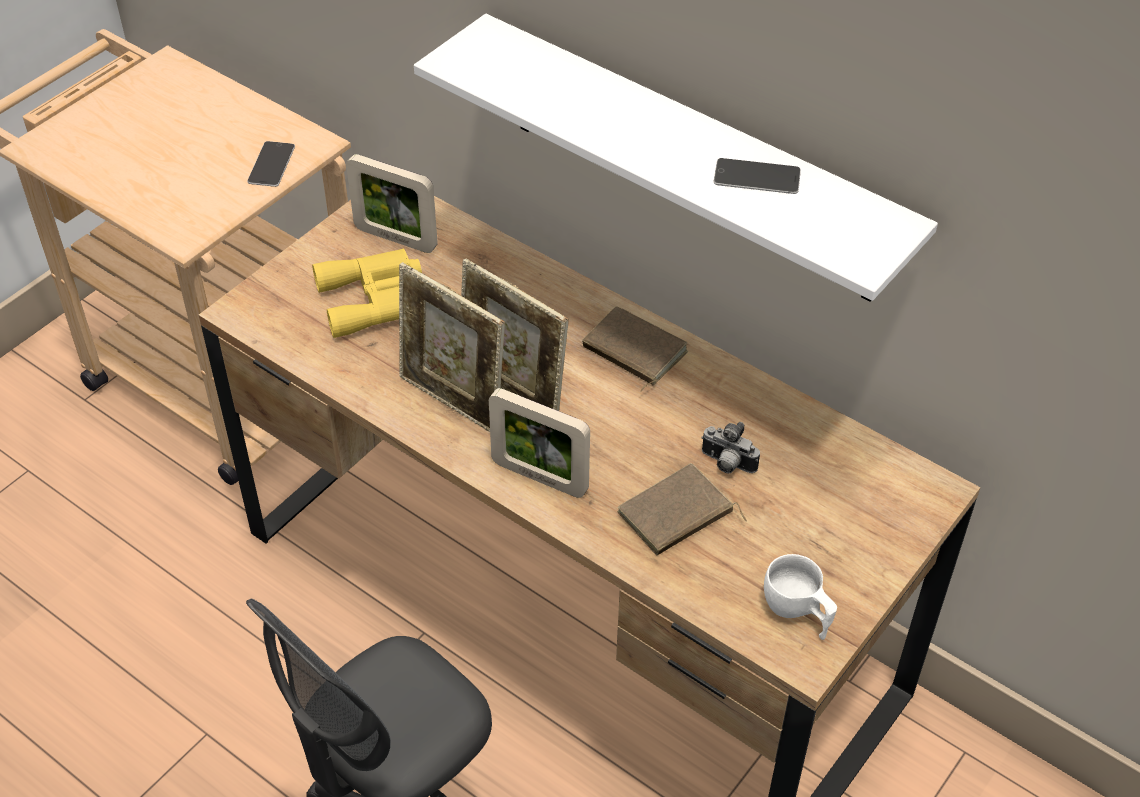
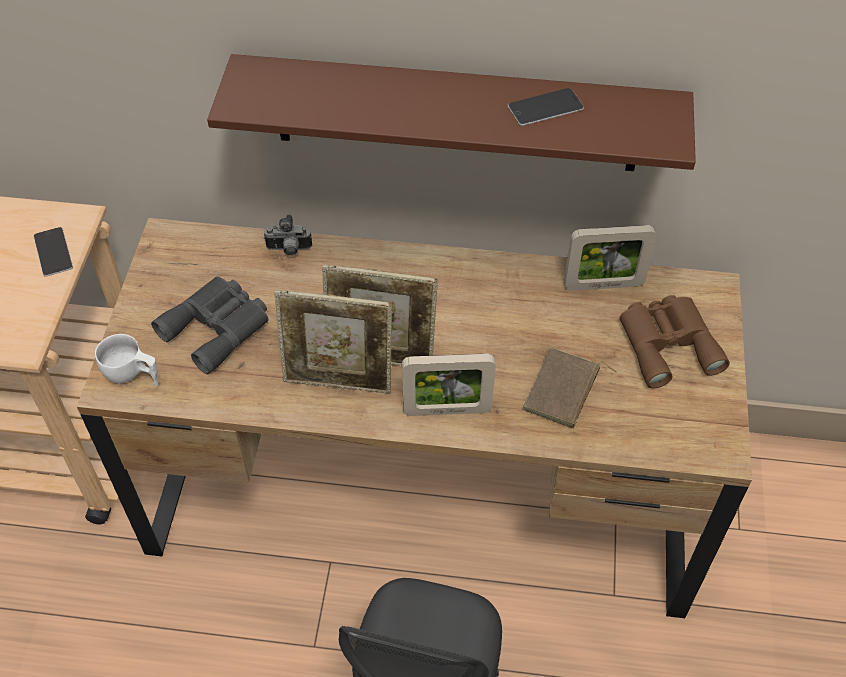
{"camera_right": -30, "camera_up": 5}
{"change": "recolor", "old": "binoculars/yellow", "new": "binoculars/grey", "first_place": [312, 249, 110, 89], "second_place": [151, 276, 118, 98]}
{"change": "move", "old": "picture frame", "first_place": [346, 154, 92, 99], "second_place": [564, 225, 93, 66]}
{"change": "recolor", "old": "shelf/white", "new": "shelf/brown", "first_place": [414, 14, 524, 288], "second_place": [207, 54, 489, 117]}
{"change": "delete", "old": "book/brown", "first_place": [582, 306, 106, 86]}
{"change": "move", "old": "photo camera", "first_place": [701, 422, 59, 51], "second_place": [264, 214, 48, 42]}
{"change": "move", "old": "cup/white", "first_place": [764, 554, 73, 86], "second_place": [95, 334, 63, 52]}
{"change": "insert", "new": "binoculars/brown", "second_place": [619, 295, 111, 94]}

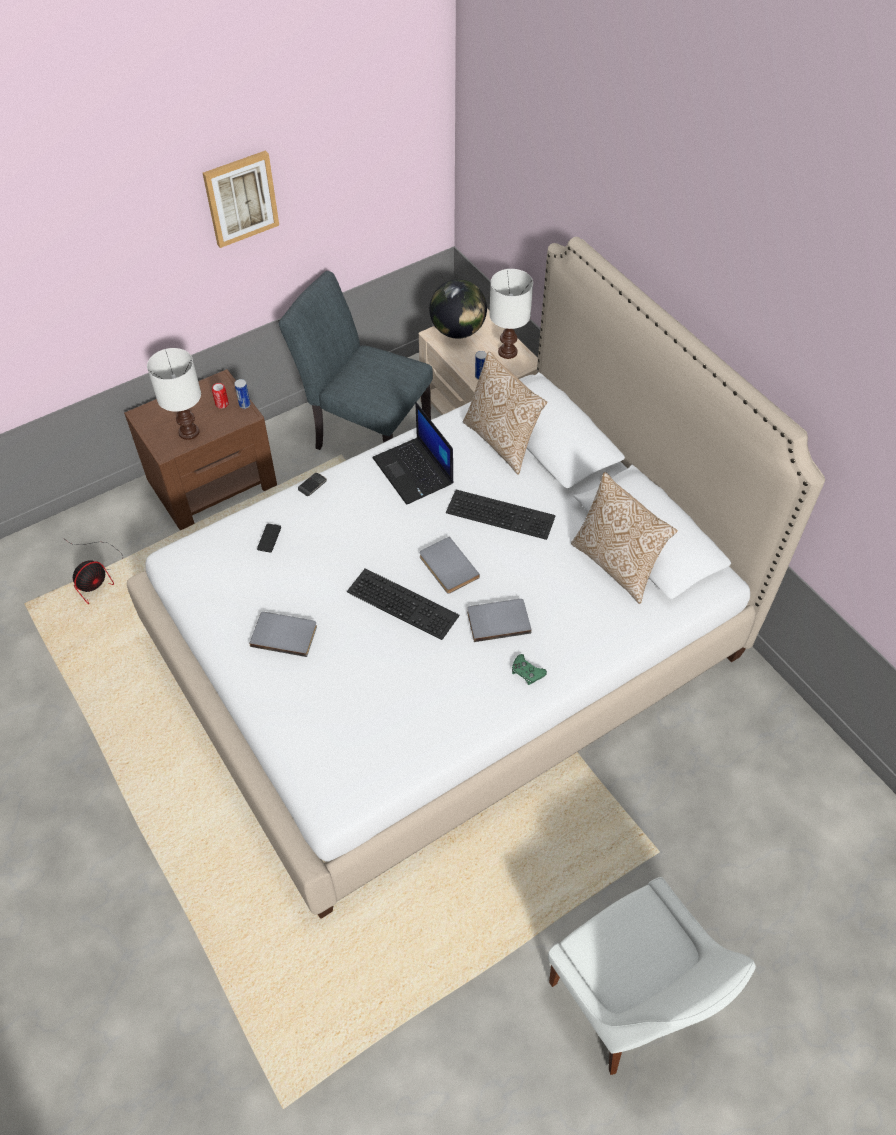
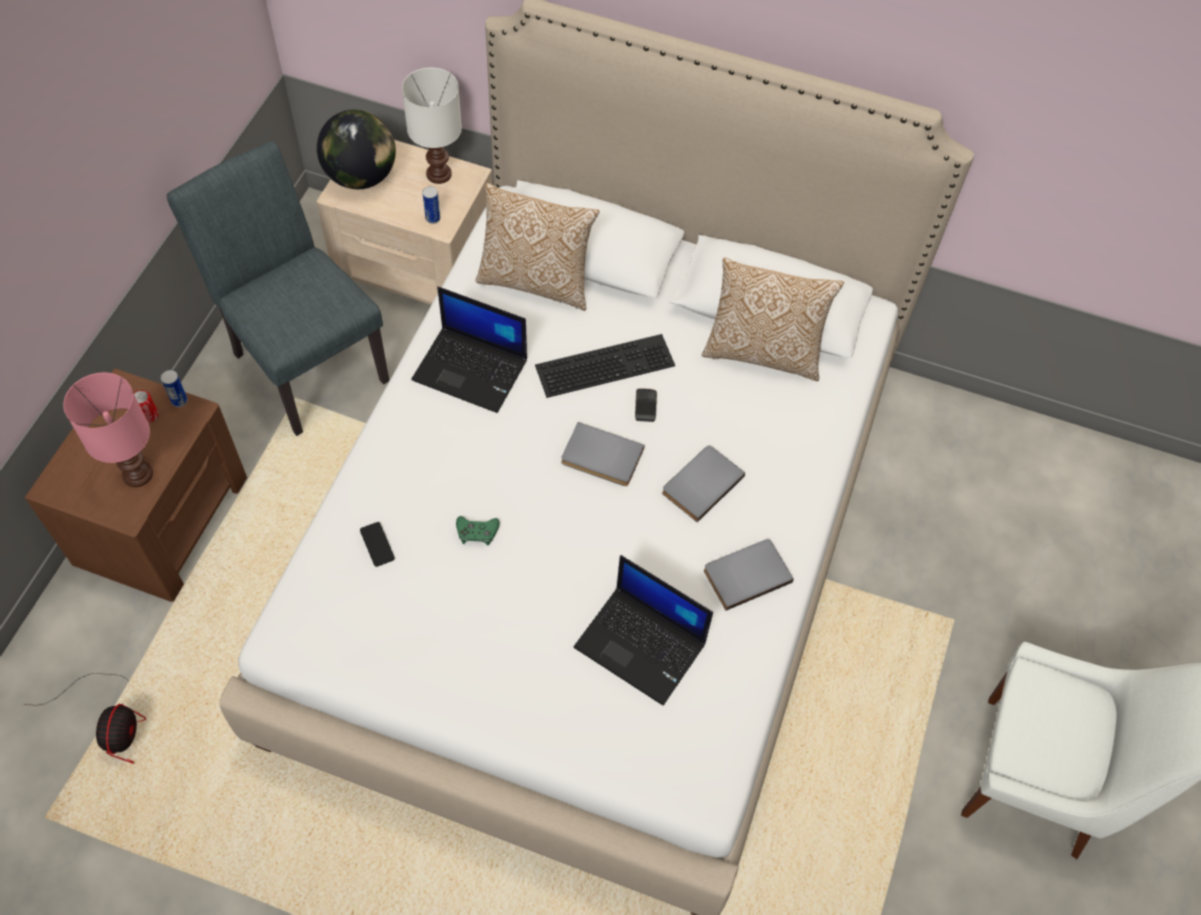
{"camera_right": -40, "camera_up": 5}
{"change": "recolor", "old": "table lamp/white", "new": "table lamp/pink", "first_place": [147, 348, 54, 92], "second_place": [63, 372, 90, 115]}
{"change": "delete", "old": "picture", "first_place": [203, 150, 76, 98]}
{"change": "move", "old": "book/grey", "first_place": [249, 612, 68, 45], "second_place": [704, 539, 90, 72]}
{"change": "rotate", "old": "chair/grey", "first_place": [279, 271, 154, 179], "second_place": [167, 141, 222, 295], "degrees": 60}
{"change": "move", "old": "phone", "first_place": [298, 472, 29, 24], "second_place": [635, 388, 22, 34]}
{"change": "delete", "old": "keyboard", "first_place": [347, 568, 113, 72]}
{"change": "move", "old": "game controller/green", "first_place": [512, 654, 35, 31], "second_place": [456, 516, 44, 30]}
{"change": "insert", "new": "laptop", "second_place": [574, 555, 139, 150]}

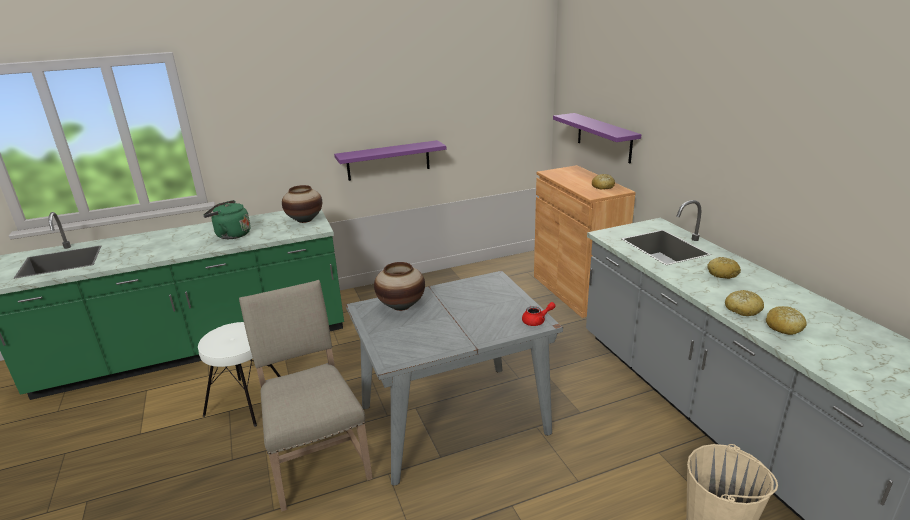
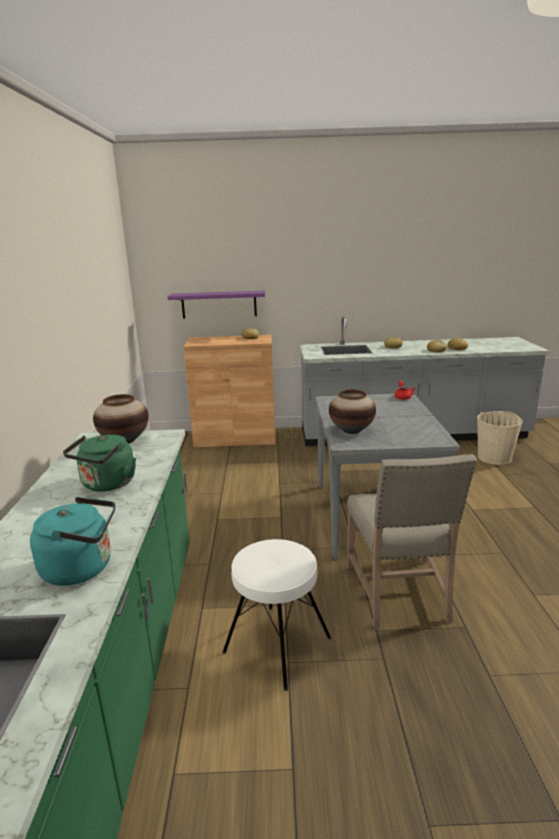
{"camera_right": -70, "camera_up": -5}
{"change": "rotate", "old": "chair/beige", "first_place": [239, 280, 134, 232], "second_place": [347, 454, 130, 175], "degrees": -90}
{"change": "delete", "old": "shelf/purple", "first_place": [334, 140, 112, 41]}
{"change": "insert", "new": "kettle/turquoise", "second_place": [30, 497, 86, 89]}

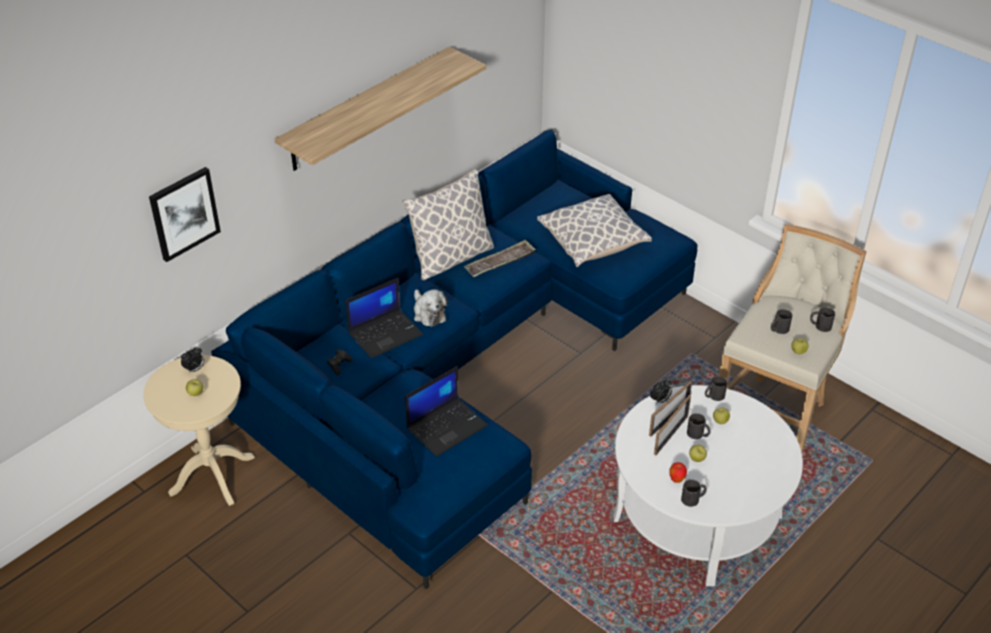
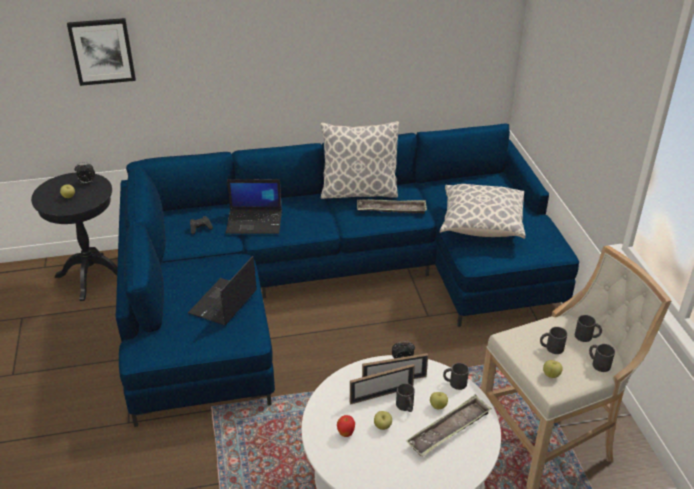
{"camera_right": 35, "camera_up": -5}
{"change": "recolor", "old": "side table/beige", "new": "side table/black", "first_place": [143, 355, 112, 151], "second_place": [31, 173, 87, 128]}
{"change": "delete", "old": "shelf", "first_place": [275, 47, 211, 124]}
{"change": "rotate", "old": "laptop", "first_place": [405, 366, 83, 91], "second_place": [188, 256, 69, 69], "degrees": 120}
{"change": "delete", "old": "plush toy", "first_place": [414, 289, 34, 38]}
{"change": "move", "old": "mug/black", "first_place": [681, 479, 26, 28], "second_place": [575, 315, 27, 27]}
{"change": "insert", "new": "tray", "second_place": [407, 395, 85, 62]}

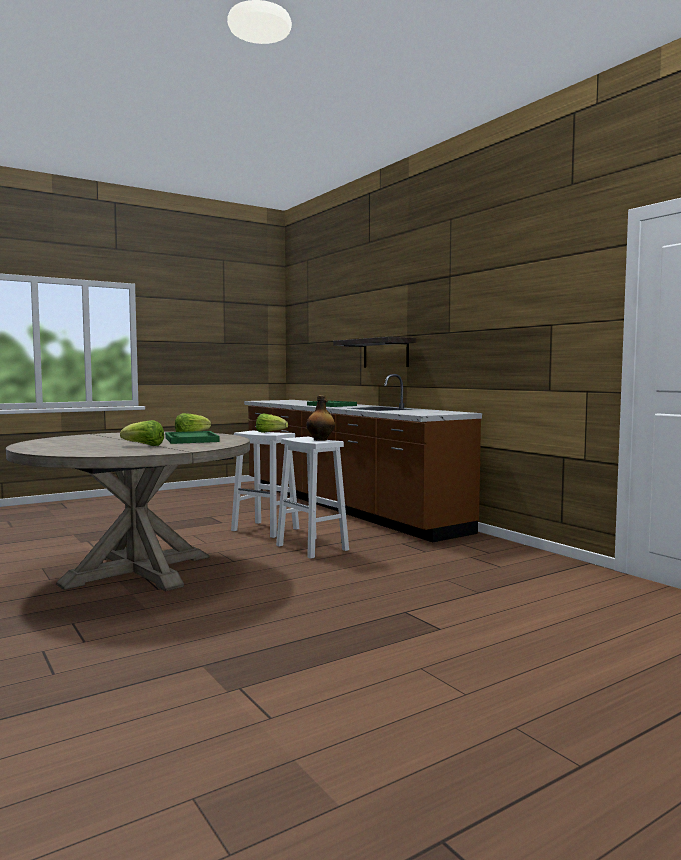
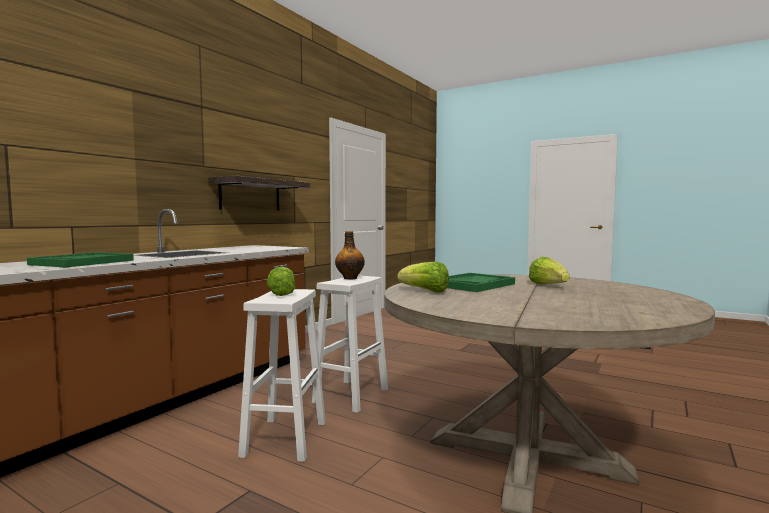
{"camera_right": -115, "camera_up": 0}
{"change": "move", "old": "shelf", "first_place": [333, 337, 83, 30], "second_place": [208, 176, 102, 35]}

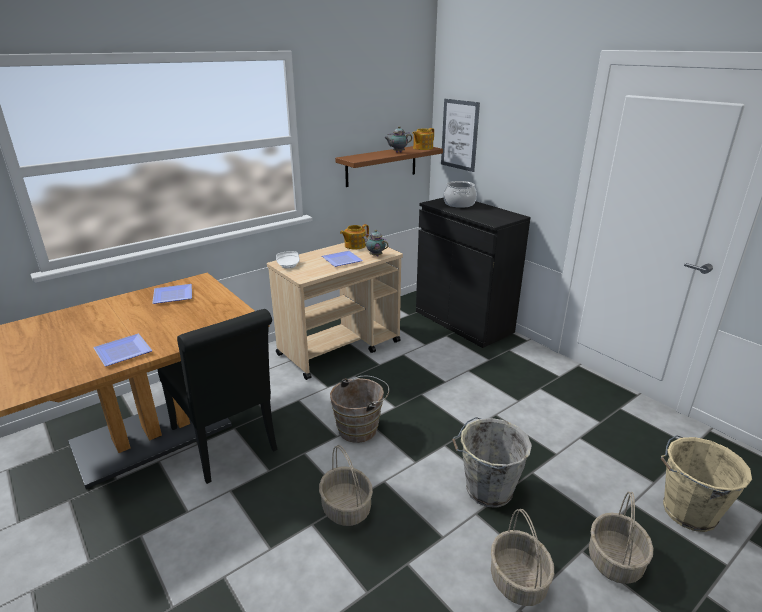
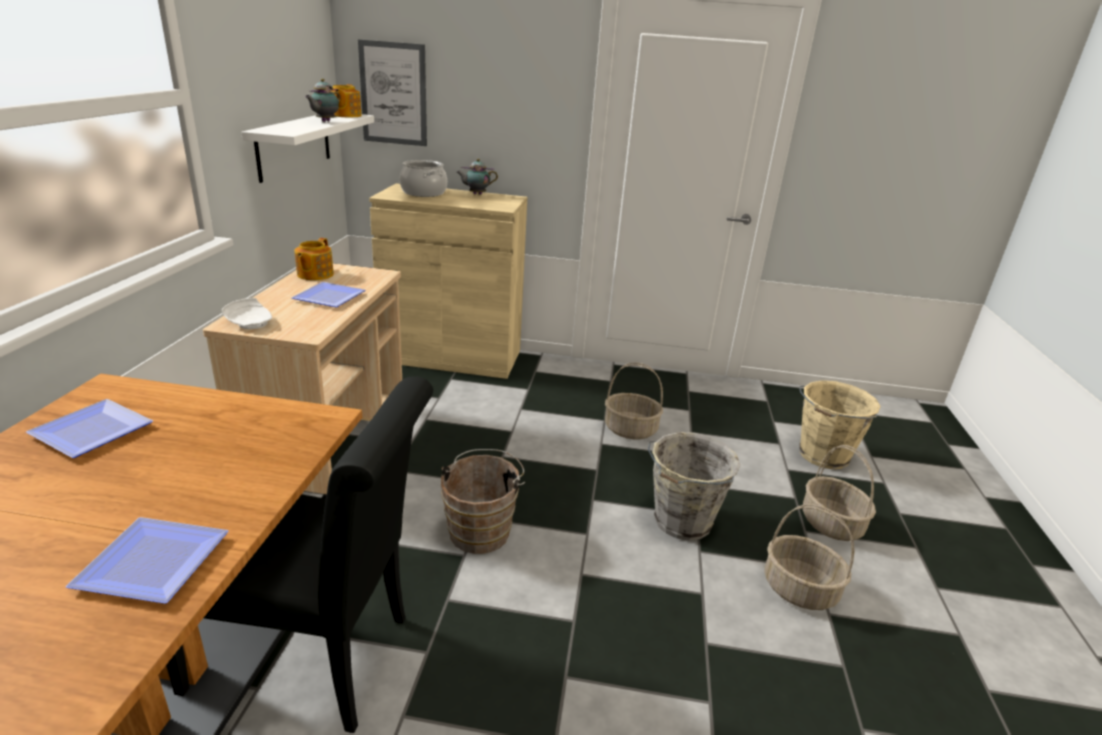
{"camera_right": -45, "camera_up": 0}
{"change": "move", "old": "basket", "first_place": [319, 445, 54, 81], "second_place": [605, 363, 58, 76]}
{"change": "recolor", "old": "shelf/brown", "new": "shelf/white", "first_place": [335, 146, 108, 41], "second_place": [241, 114, 133, 69]}
{"change": "move", "old": "teapot", "first_place": [363, 230, 26, 27], "second_place": [457, 159, 41, 36]}
{"change": "recolor", "old": "cabinet/black", "new": "cabinet/beige", "first_place": [416, 198, 115, 150], "second_place": [369, 184, 158, 195]}

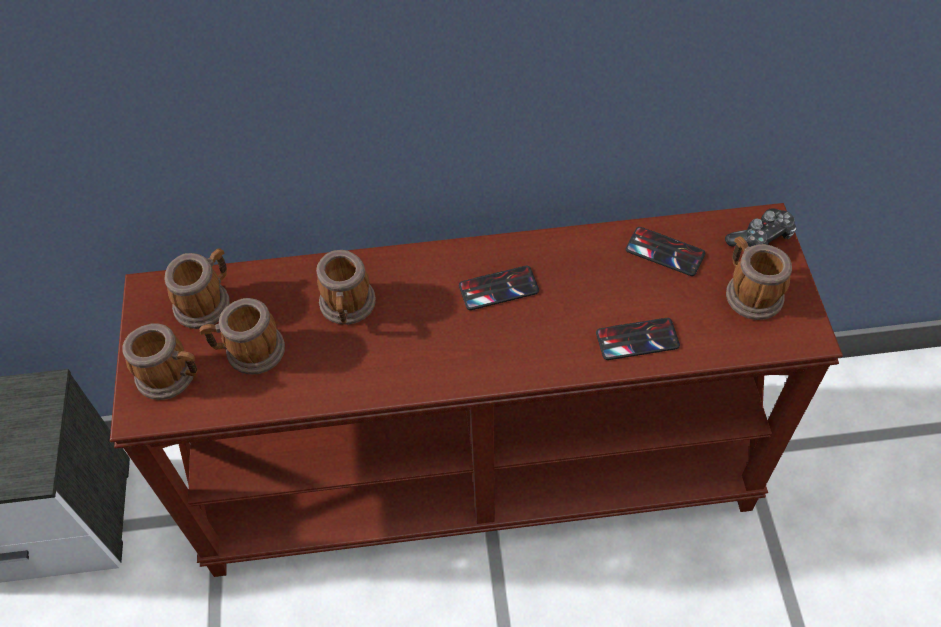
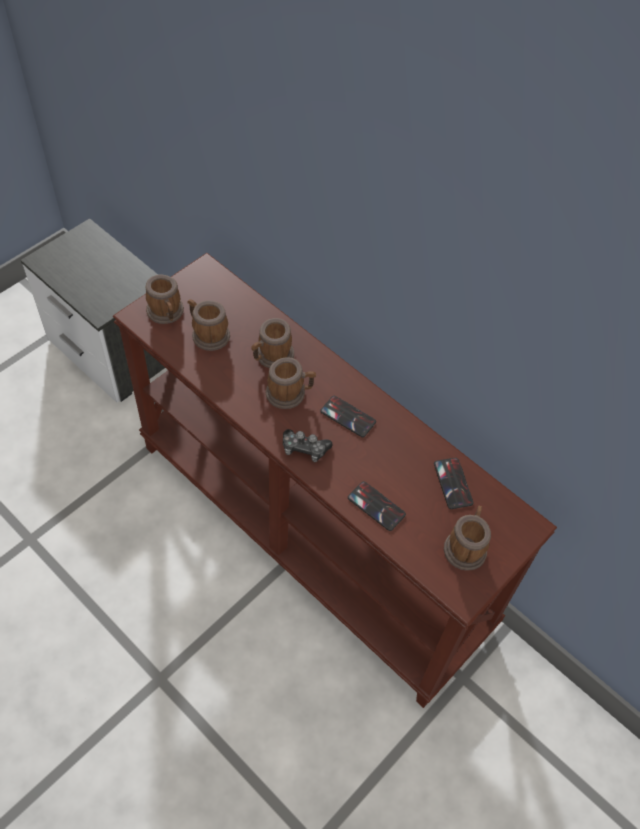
{"camera_right": 45, "camera_up": 0}
{"change": "move", "old": "mug", "first_place": [165, 248, 65, 81], "second_place": [266, 357, 50, 52]}
{"change": "move", "old": "game controller", "first_place": [725, 208, 72, 39], "second_place": [283, 429, 49, 33]}

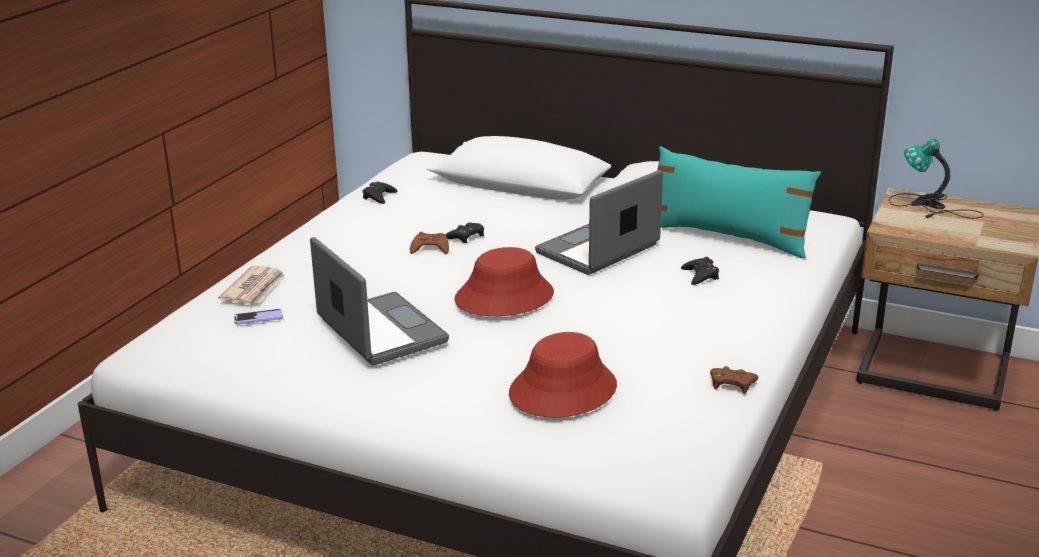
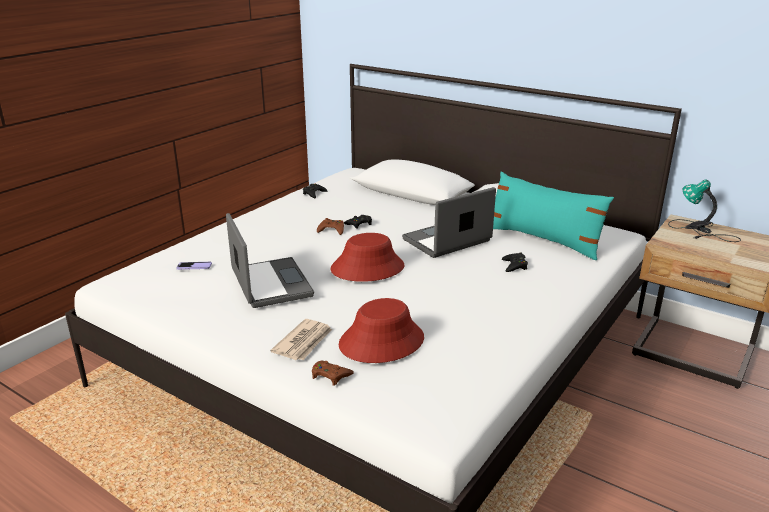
{"camera_right": 10, "camera_up": 0}
{"change": "move", "old": "newspaper", "first_place": [218, 265, 67, 39], "second_place": [270, 319, 62, 41]}
{"change": "move", "old": "game controller/brown", "first_place": [710, 366, 49, 27], "second_place": [312, 361, 42, 25]}

